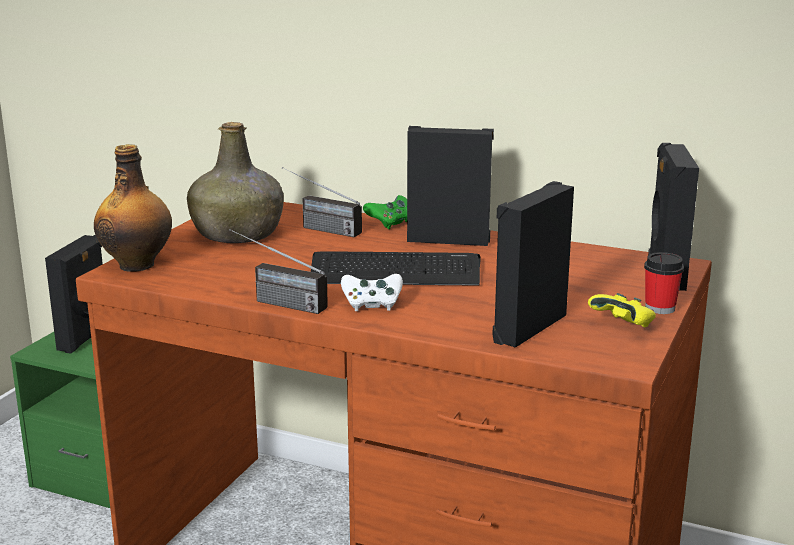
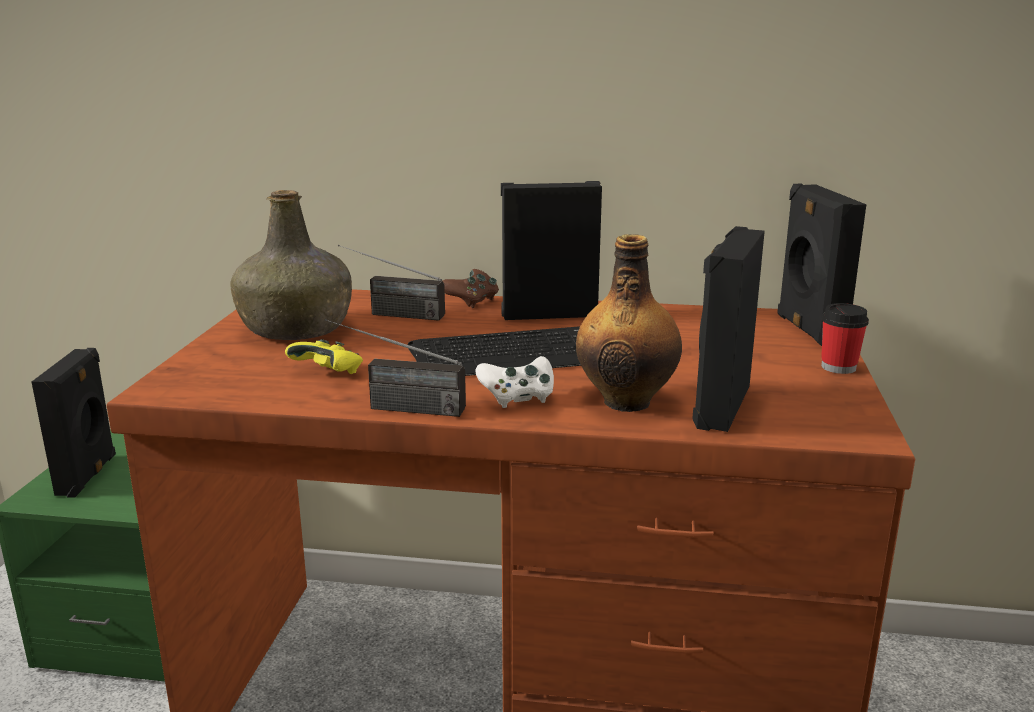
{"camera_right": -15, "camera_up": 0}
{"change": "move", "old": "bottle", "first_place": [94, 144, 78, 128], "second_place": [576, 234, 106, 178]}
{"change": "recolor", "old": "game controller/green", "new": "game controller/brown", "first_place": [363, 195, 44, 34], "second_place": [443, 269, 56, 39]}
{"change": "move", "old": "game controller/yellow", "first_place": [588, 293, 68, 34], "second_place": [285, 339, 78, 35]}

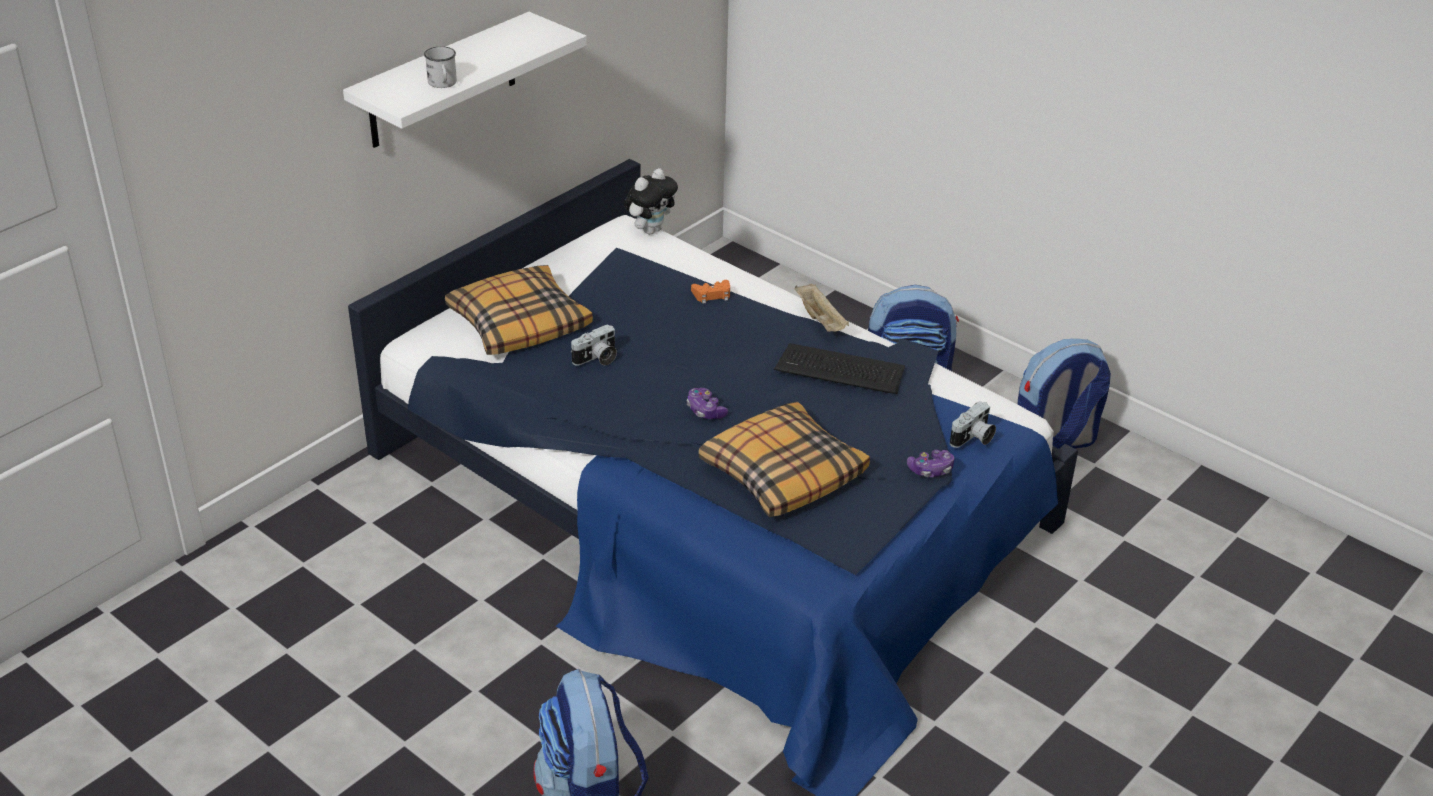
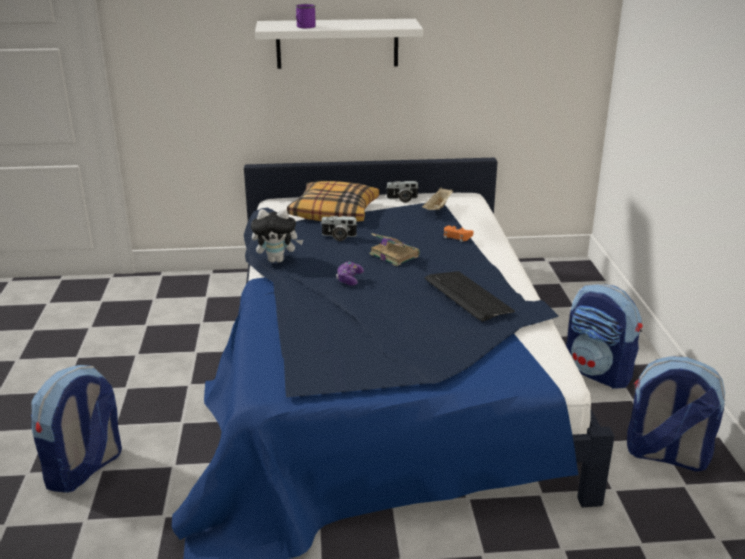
{"camera_right": 45, "camera_up": -10}
{"change": "recolor", "old": "mug/white", "new": "mug/purple", "first_place": [424, 46, 33, 42], "second_place": [295, 4, 21, 24]}
{"change": "move", "old": "plush toy", "first_place": [624, 168, 54, 66], "second_place": [251, 209, 52, 54]}
{"change": "delete", "old": "pillow", "first_place": [698, 402, 172, 115]}
{"change": "move", "old": "tray/beige", "first_place": [795, 283, 54, 49], "second_place": [422, 187, 31, 23]}
{"change": "delete", "old": "game controller", "first_place": [907, 450, 48, 27]}
{"change": "move", "old": "photo camera", "first_place": [950, 401, 46, 47], "second_place": [386, 181, 33, 22]}
{"change": "insert", "new": "book", "second_place": [369, 233, 51, 33]}

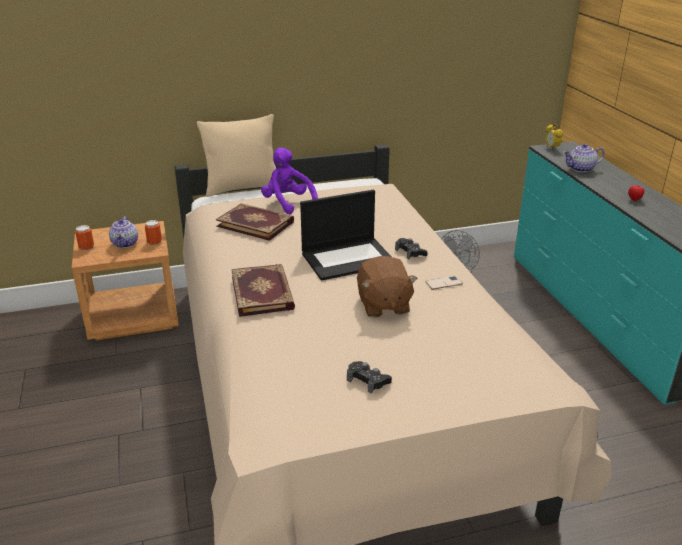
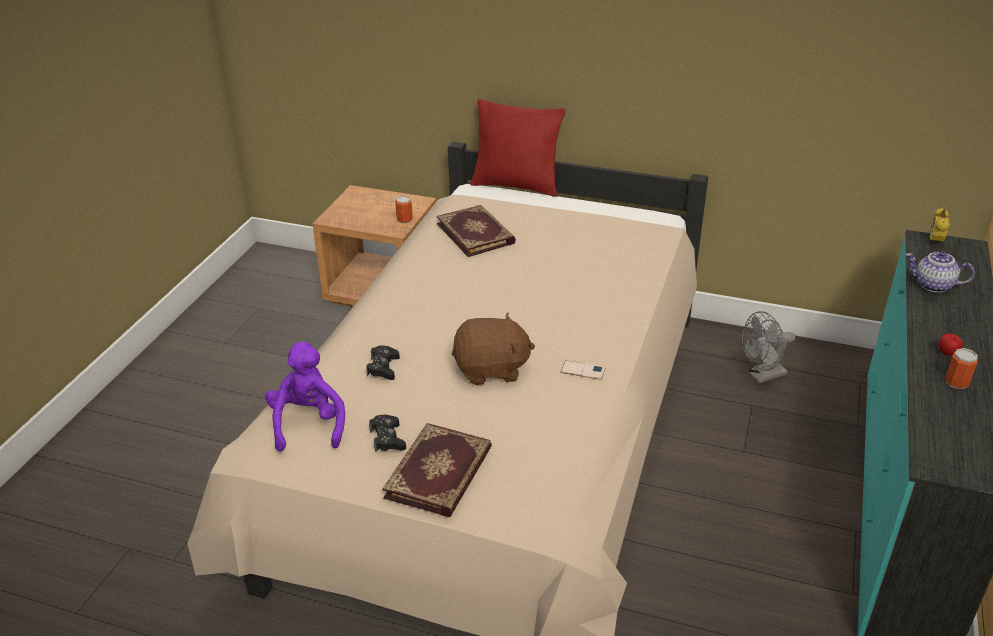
{"camera_right": 35, "camera_up": 5}
{"change": "move", "old": "can", "first_place": [75, 225, 19, 26], "second_place": [945, 348, 33, 41]}
{"change": "delete", "old": "teapot", "first_place": [109, 216, 29, 32]}
{"change": "recolor", "old": "pillow/beige", "new": "pillow/red", "first_place": [197, 114, 79, 83], "second_place": [471, 99, 95, 98]}
{"change": "move", "old": "book", "first_place": [231, 264, 64, 53], "second_place": [382, 423, 110, 94]}
{"change": "move", "old": "plush toy/purple", "first_place": [261, 147, 57, 67], "second_place": [265, 342, 80, 110]}
{"change": "delete", "old": "laptop", "first_place": [300, 189, 92, 92]}
{"change": "rotate", "old": "plush toy/brown", "first_place": [357, 256, 61, 62], "second_place": [452, 312, 83, 73], "degrees": -120}
{"change": "move", "old": "game controller/black", "first_place": [395, 238, 33, 22], "second_place": [366, 345, 34, 35]}

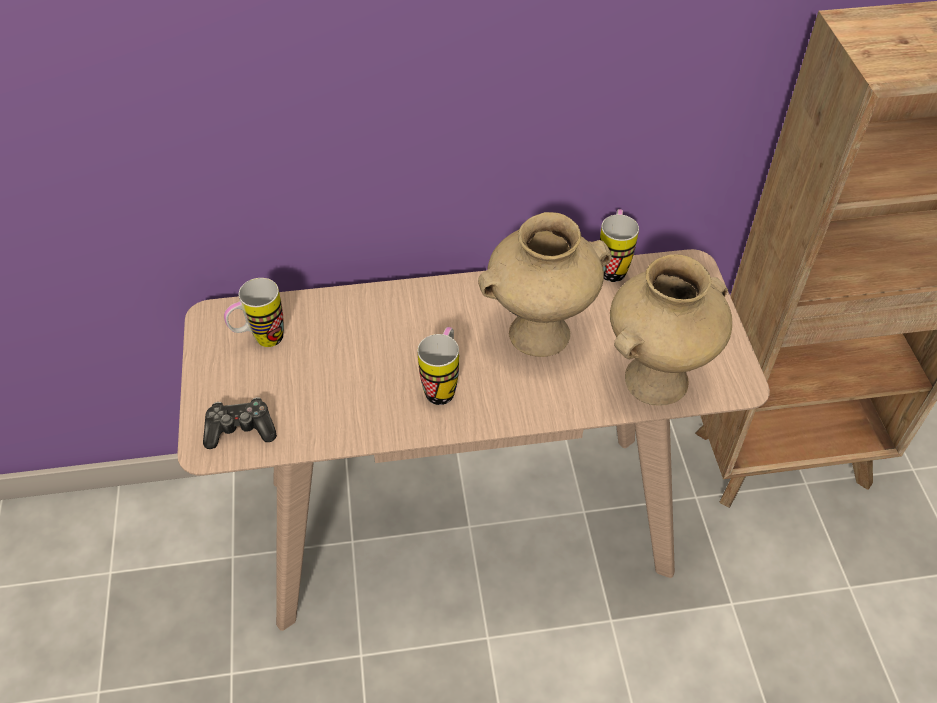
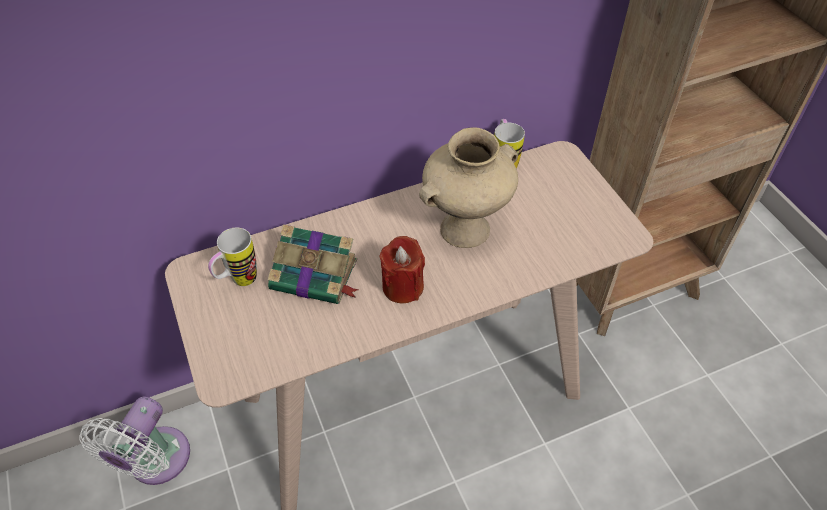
{"camera_right": -15, "camera_up": 0}
{"change": "delete", "old": "game controller", "first_place": [203, 397, 74, 52]}
{"change": "replace", "old": "mug", "new": "candle/red", "first_place": [417, 327, 42, 78], "second_place": [380, 236, 45, 67]}
{"change": "delete", "old": "vase/beige", "first_place": [610, 254, 122, 151]}
{"change": "insert", "new": "fan/white", "second_place": [79, 397, 111, 88]}
{"change": "insert", "new": "book", "second_place": [268, 224, 90, 80]}

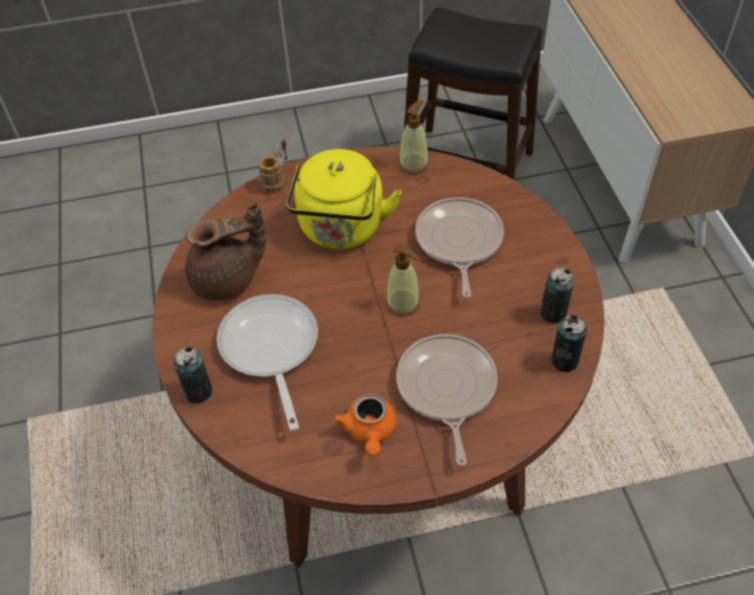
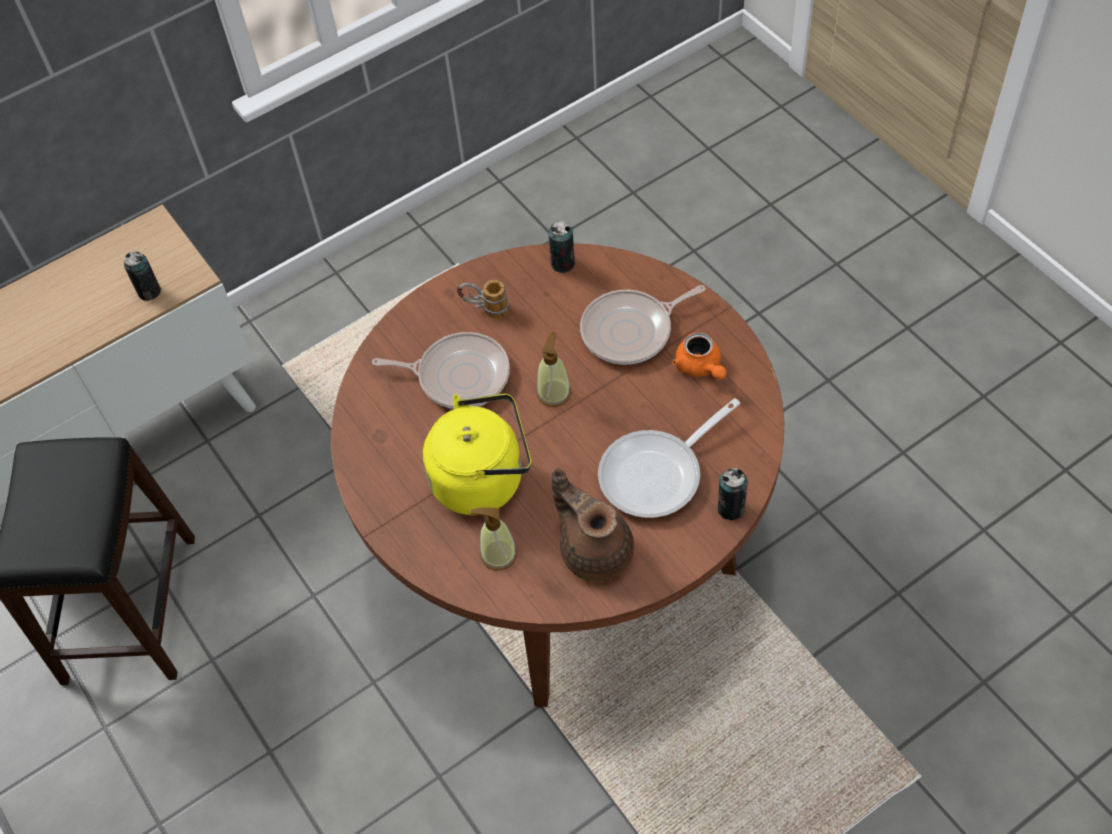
{"camera_right": -110, "camera_up": 5}
{"change": "move", "old": "mug", "first_place": [259, 138, 28, 56], "second_place": [457, 280, 52, 39]}
{"change": "rotate", "old": "teapot/orange", "first_place": [332, 394, 65, 63], "second_place": [672, 332, 55, 48], "degrees": 90}
{"change": "move", "old": "soap dispenser", "first_place": [399, 100, 30, 74], "second_place": [471, 508, 46, 63]}
{"change": "rotate", "old": "frying pan", "first_place": [415, 197, 89, 100], "second_place": [372, 332, 138, 77], "degrees": -150}
{"change": "move", "old": "can", "first_place": [540, 268, 34, 56], "second_place": [124, 252, 37, 49]}

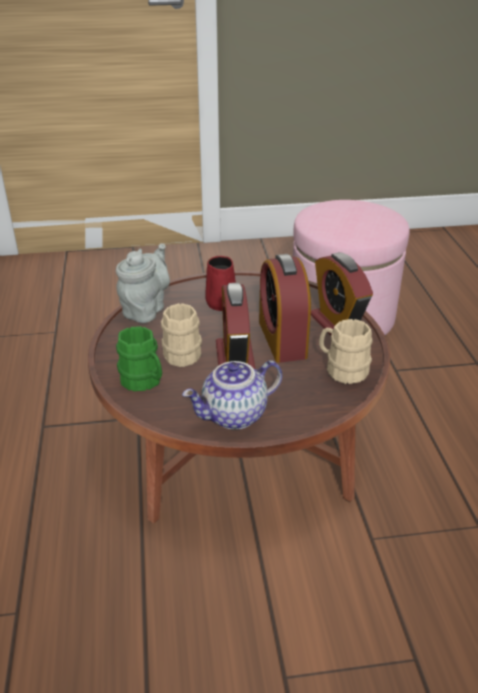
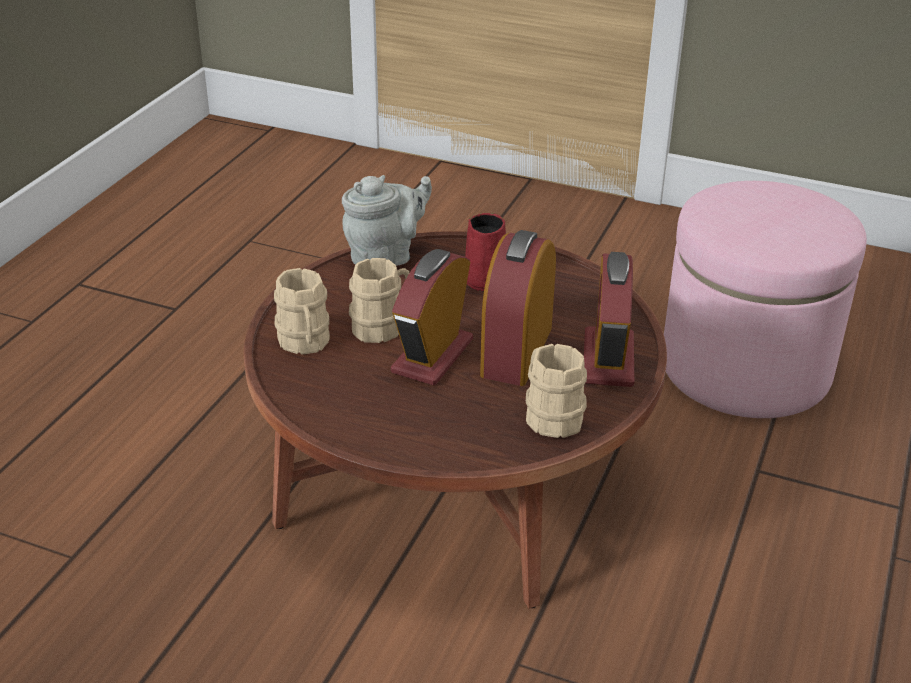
{"camera_right": 30, "camera_up": 0}
{"change": "recolor", "old": "mug/green", "new": "mug/beige", "first_place": [116, 326, 46, 65], "second_place": [274, 268, 56, 87]}
{"change": "delete", "old": "teapot", "first_place": [182, 360, 100, 70]}

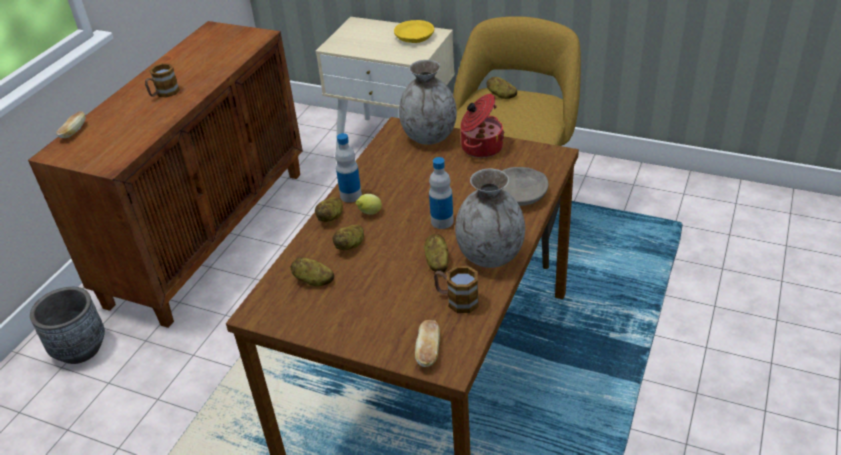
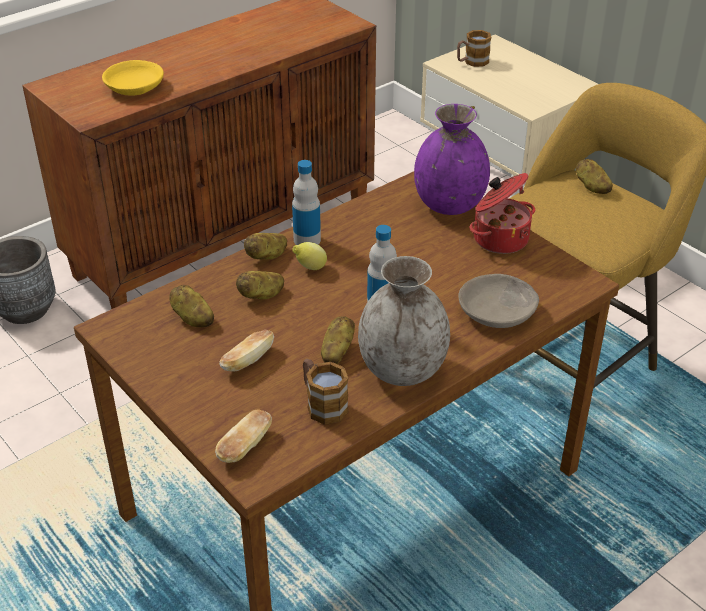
{"camera_right": 25, "camera_up": 0}
{"change": "move", "old": "bread", "first_place": [56, 111, 29, 27], "second_place": [219, 330, 55, 42]}
{"change": "move", "old": "mug", "first_place": [145, 63, 35, 35], "second_place": [457, 30, 34, 37]}
{"change": "move", "old": "bowl/yellow", "first_place": [394, 20, 40, 23], "second_place": [102, 60, 62, 36]}
{"change": "recolor", "old": "vase/grey", "new": "vase/purple", "first_place": [399, 60, 58, 85], "second_place": [414, 104, 76, 111]}

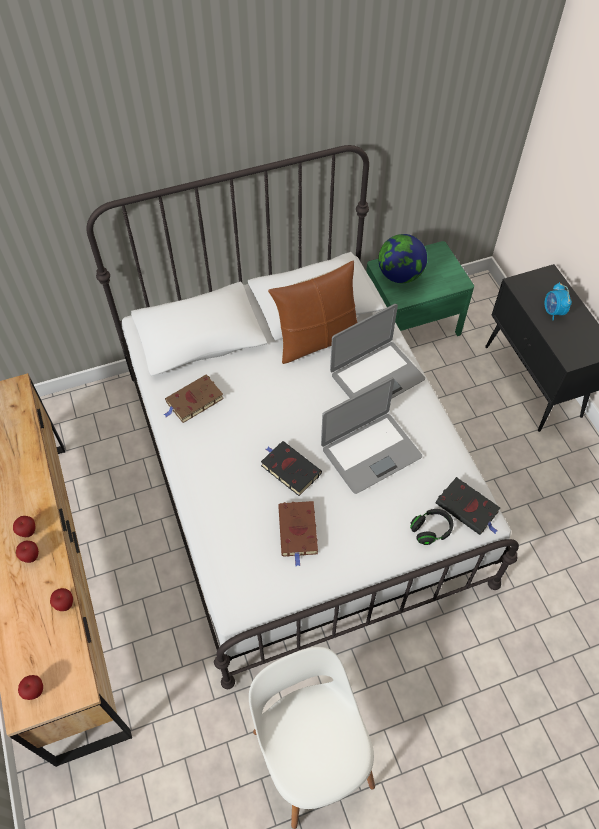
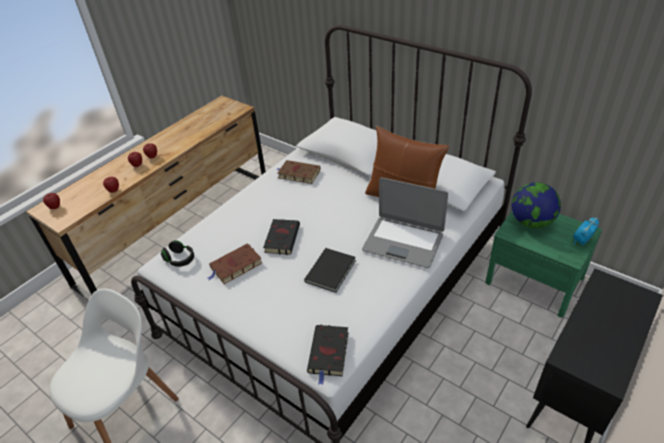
{"camera_right": 60, "camera_up": -15}
{"change": "replace", "old": "laptop", "new": "book/black", "first_place": [321, 378, 101, 116], "second_place": [304, 248, 52, 45]}
{"change": "move", "old": "headphones/black", "first_place": [410, 509, 43, 36], "second_place": [161, 240, 33, 27]}
{"change": "move", "old": "alarm clock", "first_place": [545, 282, 27, 38], "second_place": [573, 218, 26, 27]}

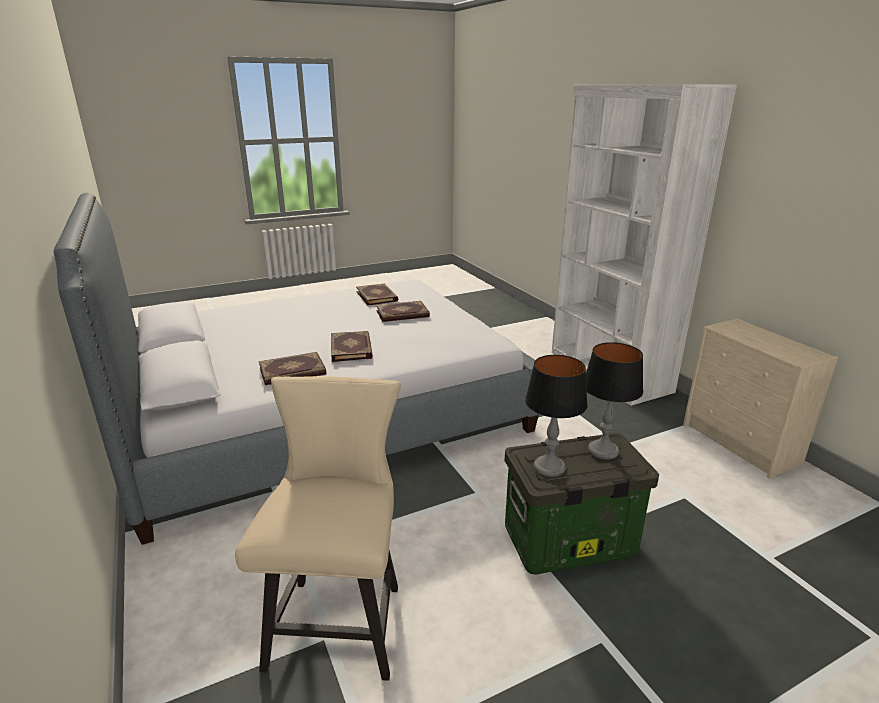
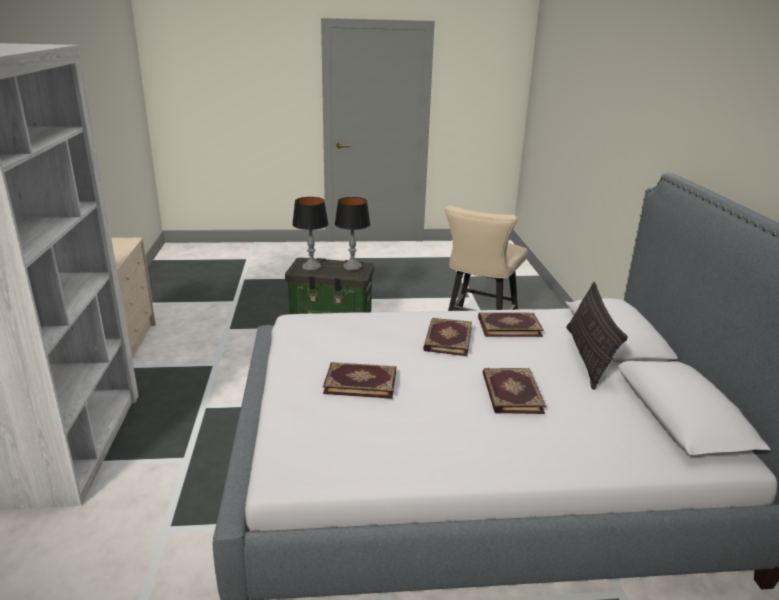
{"camera_right": -160, "camera_up": 0}
{"change": "move", "old": "book", "first_place": [356, 284, 42, 22], "second_place": [483, 368, 63, 46]}
{"change": "insert", "new": "pillow", "second_place": [566, 282, 62, 108]}

